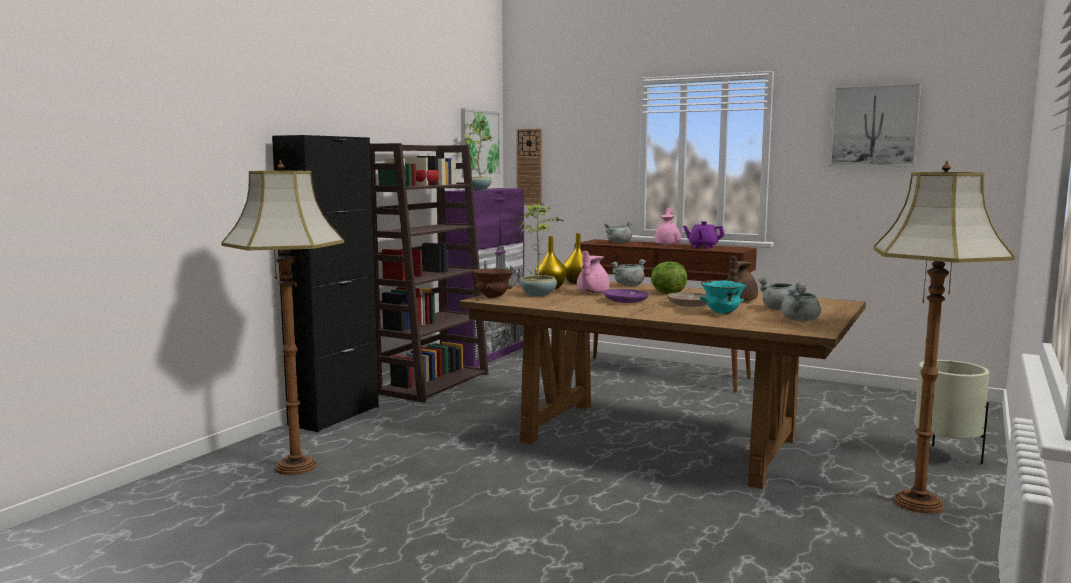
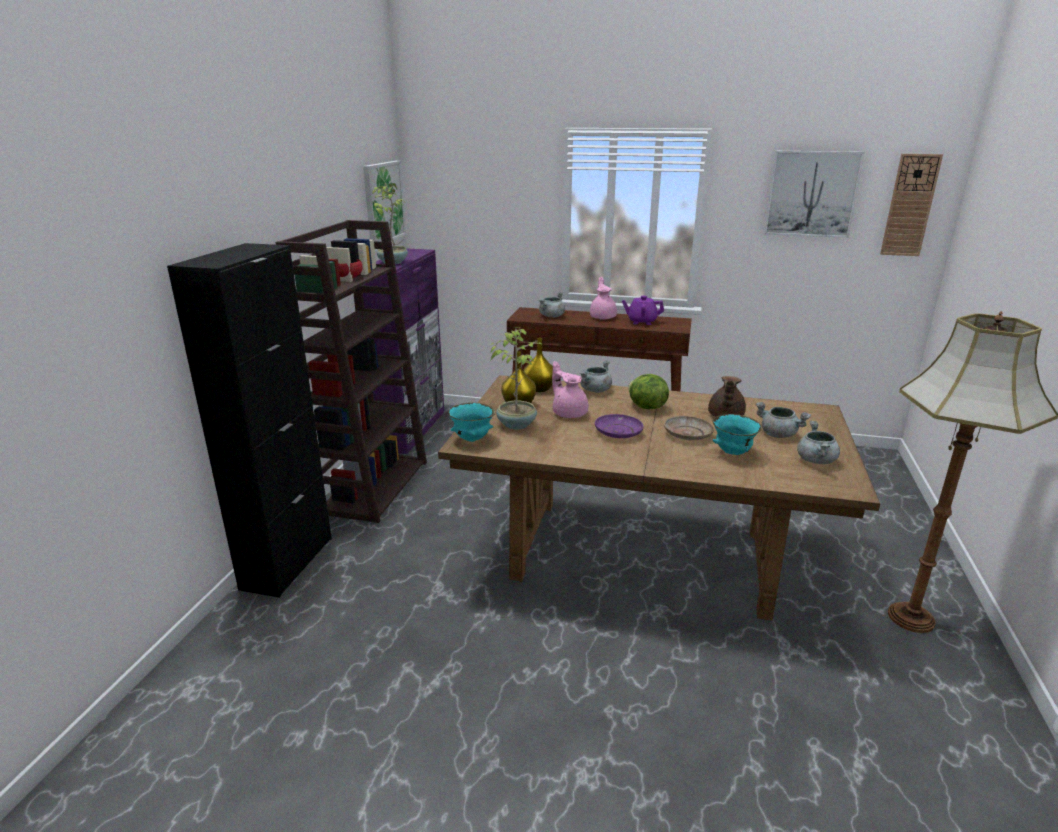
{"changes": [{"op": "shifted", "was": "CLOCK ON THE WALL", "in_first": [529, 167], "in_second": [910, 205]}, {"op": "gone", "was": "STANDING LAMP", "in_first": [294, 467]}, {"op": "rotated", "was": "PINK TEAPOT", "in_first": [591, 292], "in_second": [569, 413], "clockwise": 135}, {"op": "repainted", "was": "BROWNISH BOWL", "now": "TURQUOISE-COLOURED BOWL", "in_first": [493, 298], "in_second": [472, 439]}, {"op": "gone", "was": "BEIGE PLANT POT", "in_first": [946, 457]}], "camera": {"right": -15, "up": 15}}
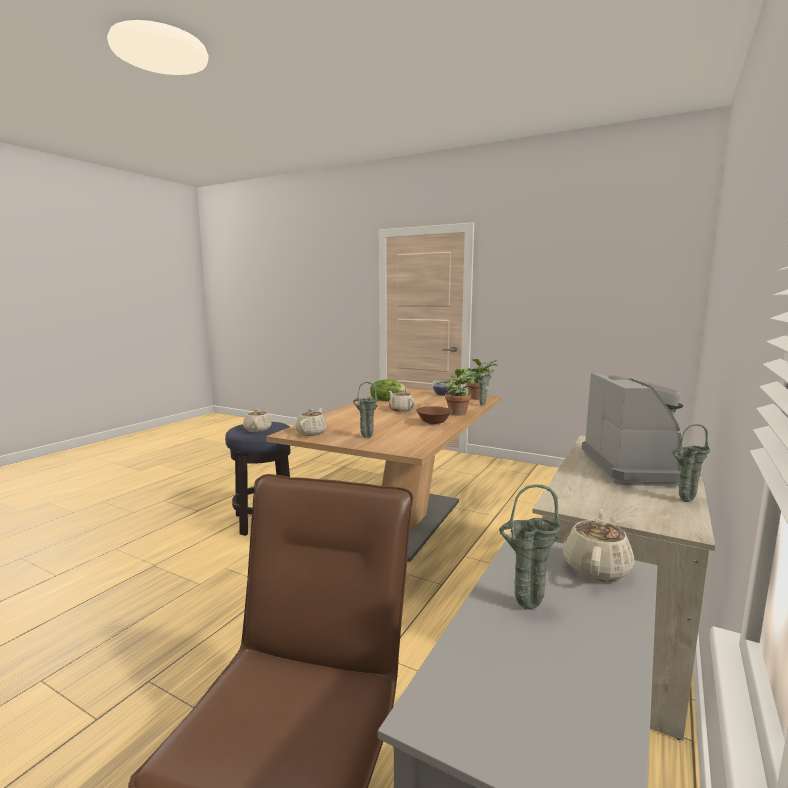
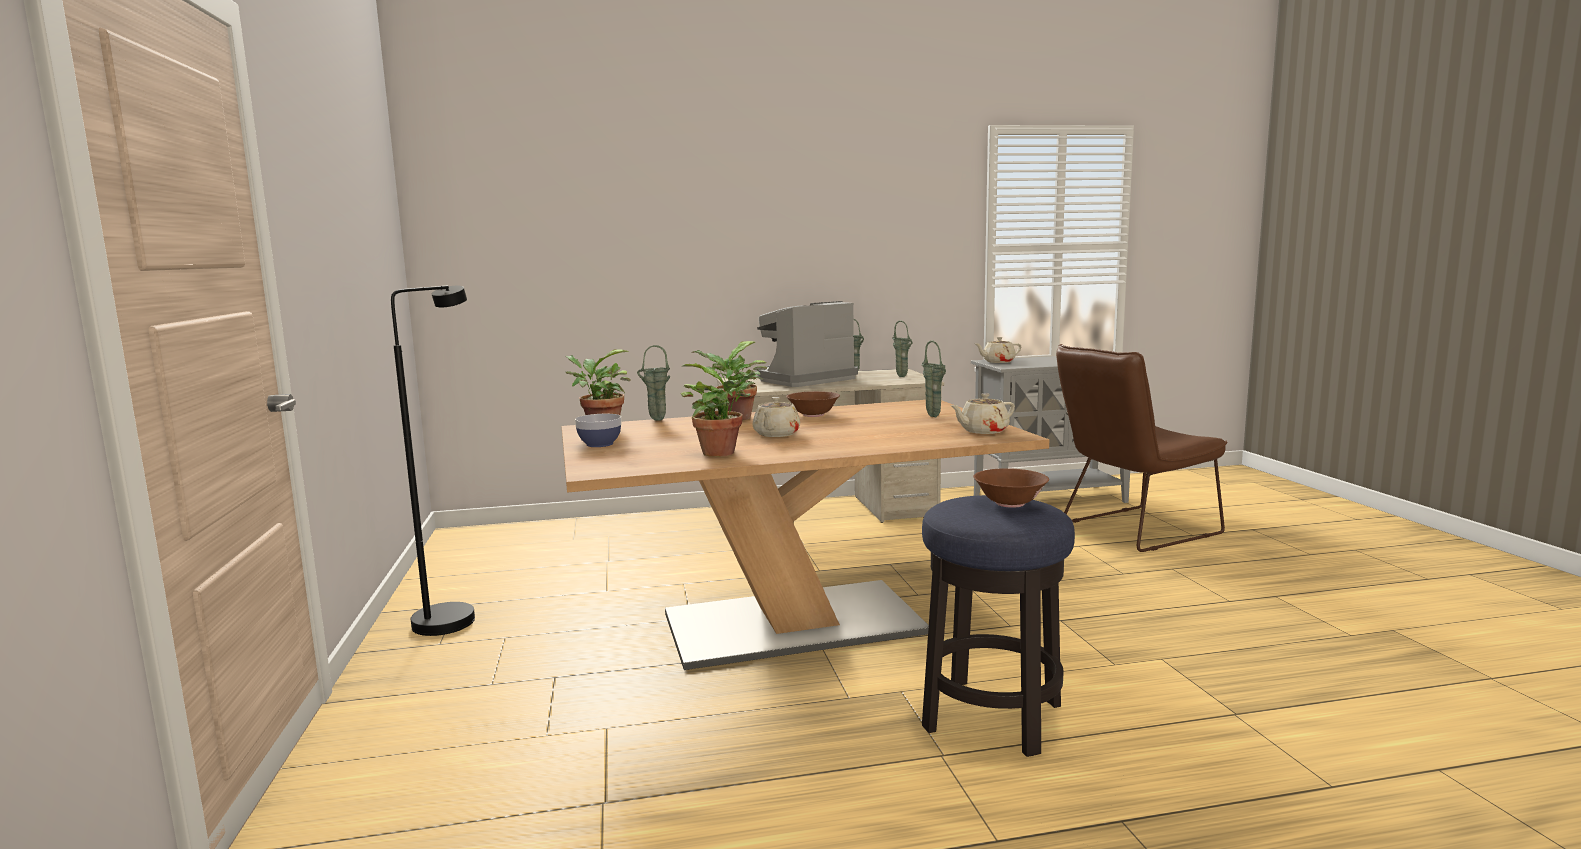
{"changes": [{"op": "swapped", "was": "HEAD OF LETTUCE", "now": "HOUSEPLANT", "in_first": [387, 400], "in_second": [723, 453]}, {"op": "swapped", "was": "BEIGE TEAPOT", "now": "BROWNISH BOWL", "in_first": [257, 429], "in_second": [1010, 503]}, {"op": "shifted", "was": "GREEN-COLOURED VASE", "in_first": [525, 608], "in_second": [903, 377]}, {"op": "new", "now": "BLACK-COLOURED STANDING LAMP", "in_second": [453, 616]}], "camera": {"right": -130, "up": 0}}
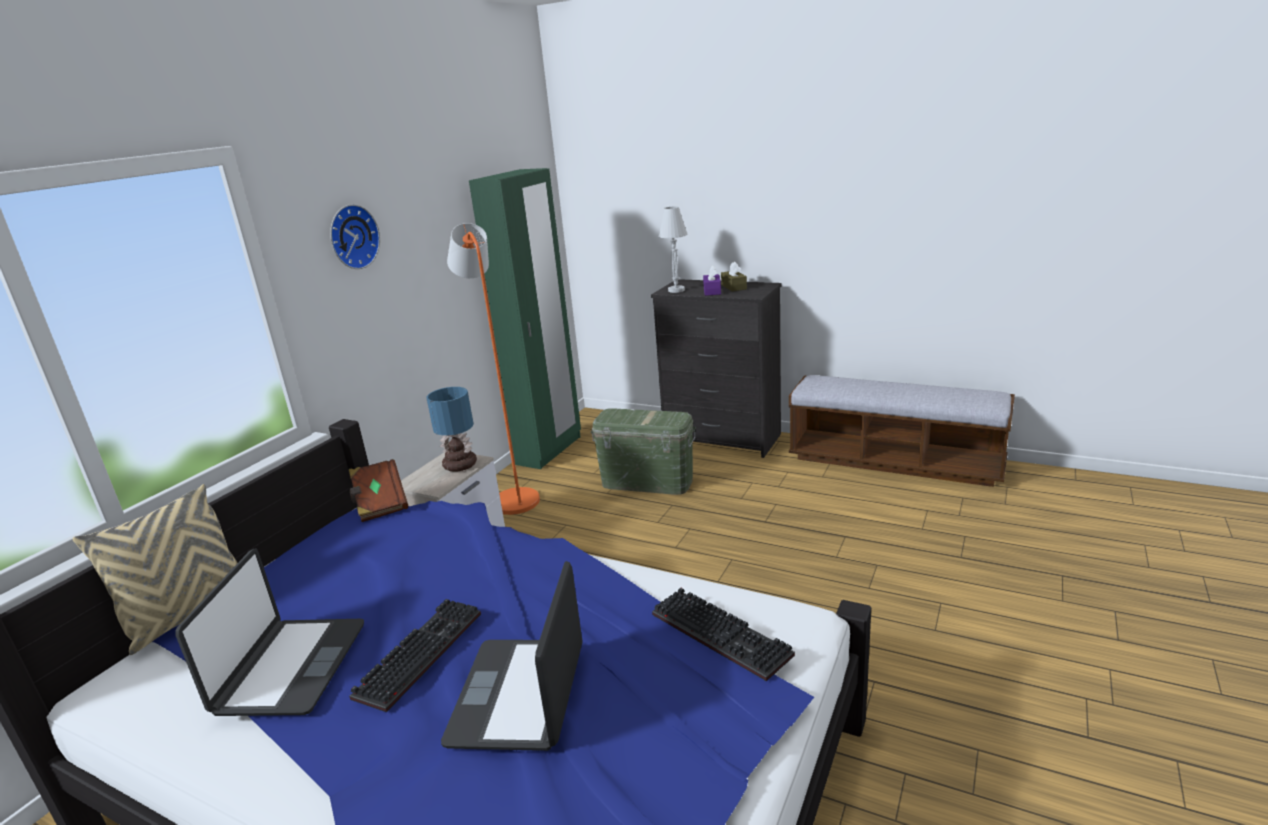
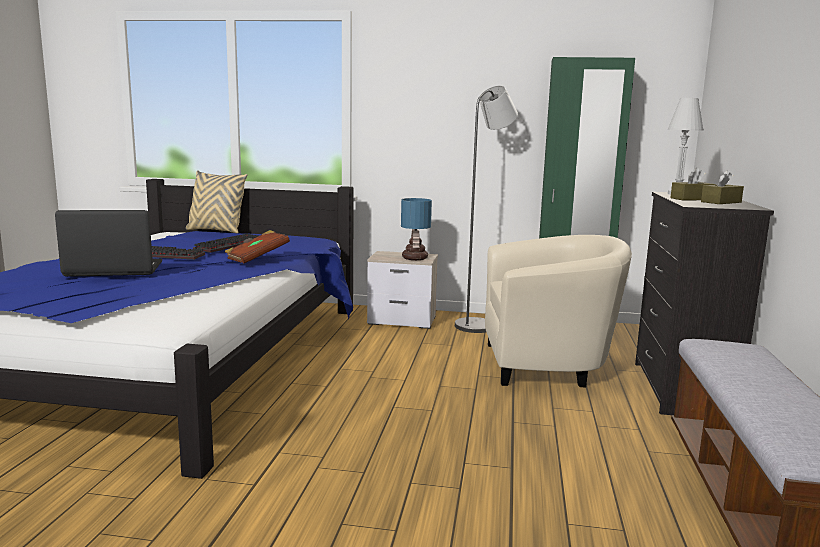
{"changes": [{"op": "gone", "was": "CLOCK ON THE WALL", "in_first": [352, 237]}, {"op": "repainted", "was": "ORANGEY STANDING LAMP", "now": "GRAY STANDING LAMP", "in_first": [513, 498], "in_second": [479, 324]}, {"op": "repainted", "was": "PURPLE-COLOURED TISSUE HOLDER", "now": "BROWNISH TISSUE HOLDER", "in_first": [712, 291], "in_second": [691, 199]}, {"op": "swapped", "was": "GREEN-COLOURED STORAGE BIN", "now": "BEIGE ARMCHAIR", "in_first": [647, 482], "in_second": [548, 365]}, {"op": "shifted", "was": "BROWNISH VOLUME", "in_first": [379, 503], "in_second": [257, 258]}, {"op": "gone", "was": "LAPTOP", "in_first": [290, 667]}, {"op": "shifted", "was": "PC KEYBOARD", "in_first": [724, 634], "in_second": [230, 246]}], "camera": {"right": 70, "up": -10}}
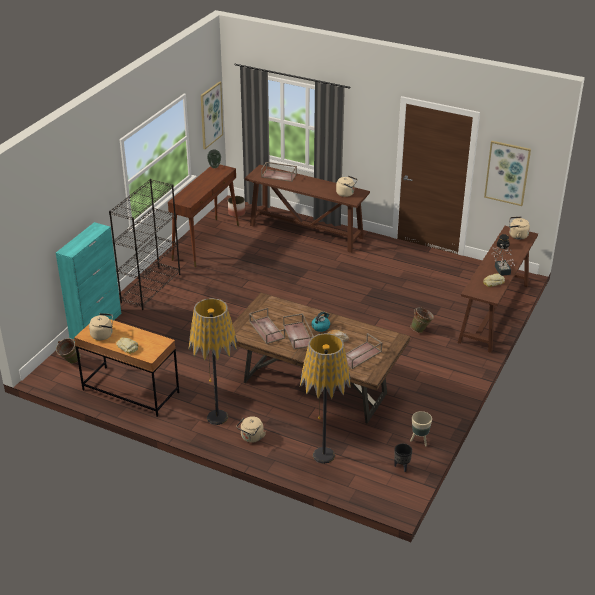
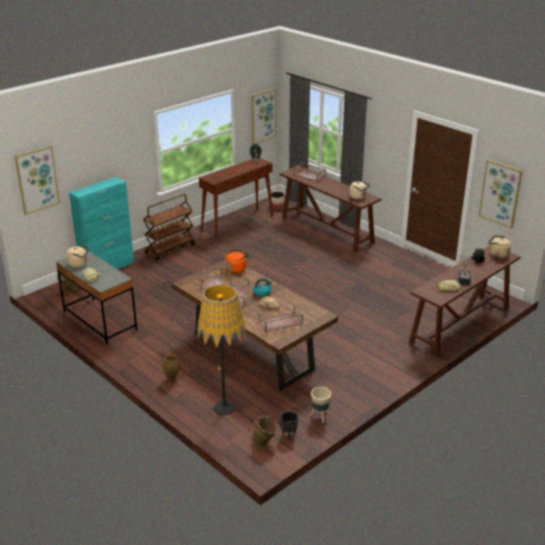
{"changes": [{"op": "swapped", "was": "BLACK-COLOURED BOOKSHELF", "now": "BROWNISH CART", "in_first": [151, 288], "in_second": [170, 248]}, {"op": "gone", "was": "STANDING LAMP", "in_first": [217, 417]}, {"op": "shifted", "was": "GREEN-COLOURED WATER BUCKET", "in_first": [421, 330], "in_second": [265, 443]}, {"op": "repainted", "was": "BROWNISH DESK UNIT", "now": "GRAY DESK UNIT", "in_first": [130, 391], "in_second": [100, 321]}, {"op": "swapped", "was": "BEIGE KETTLE", "now": "BROWNISH VASE", "in_first": [251, 438], "in_second": [171, 379]}, {"op": "new", "now": "WALL ART", "in_second": [37, 179]}, {"op": "new", "now": "ORANGEY KETTLE", "in_second": [237, 269]}], "camera": {"right": 20, "up": -5}}
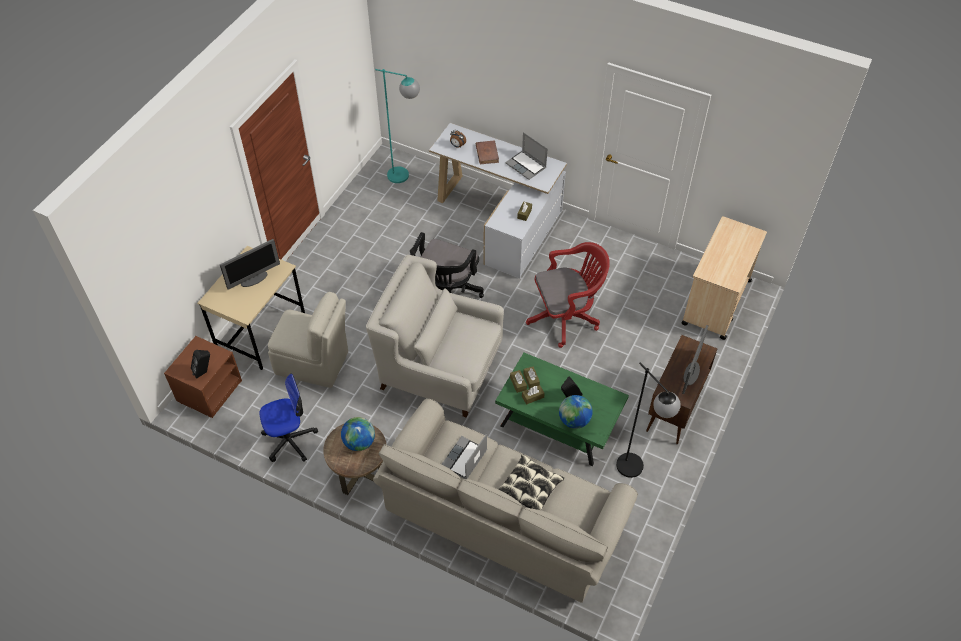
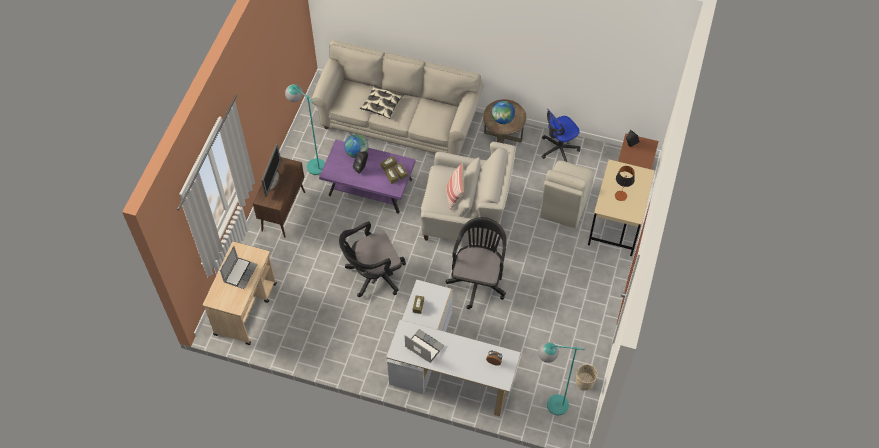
{"changes": [{"op": "gone", "was": "BROWNISH VOLUME", "in_first": [487, 153]}, {"op": "swapped", "was": "COMPUTER SCREEN", "now": "LAMP FOR A TABLE", "in_first": [254, 279], "in_second": [621, 195]}, {"op": "repainted", "was": "REDDISH DESK CHAIR", "now": "BLACK-COLOURED DESK CHAIR", "in_first": [566, 317], "in_second": [373, 275]}, {"op": "rotated", "was": "BEIGE UPRIGHT CHAIR", "in_first": [313, 363], "in_second": [564, 206], "clockwise": -75}, {"op": "repainted", "was": "GREEN-COLOURED COFFEE TABLE", "now": "PURPLE-COLOURED COFFEE TABLE", "in_first": [558, 424], "in_second": [370, 188]}, {"op": "repainted", "was": "BLACK-COLOURED STANDING LAMP", "now": "TURQUOISE-COLOURED STANDING LAMP", "in_first": [636, 472], "in_second": [311, 163]}, {"op": "shifted", "was": "LAPTOP", "in_first": [464, 459], "in_second": [240, 273]}, {"op": "new", "now": "CUSHION", "in_second": [454, 195]}, {"op": "new", "now": "BEIGE PLANT POT", "in_second": [584, 382]}], "camera": {"right": 170, "up": 5}}
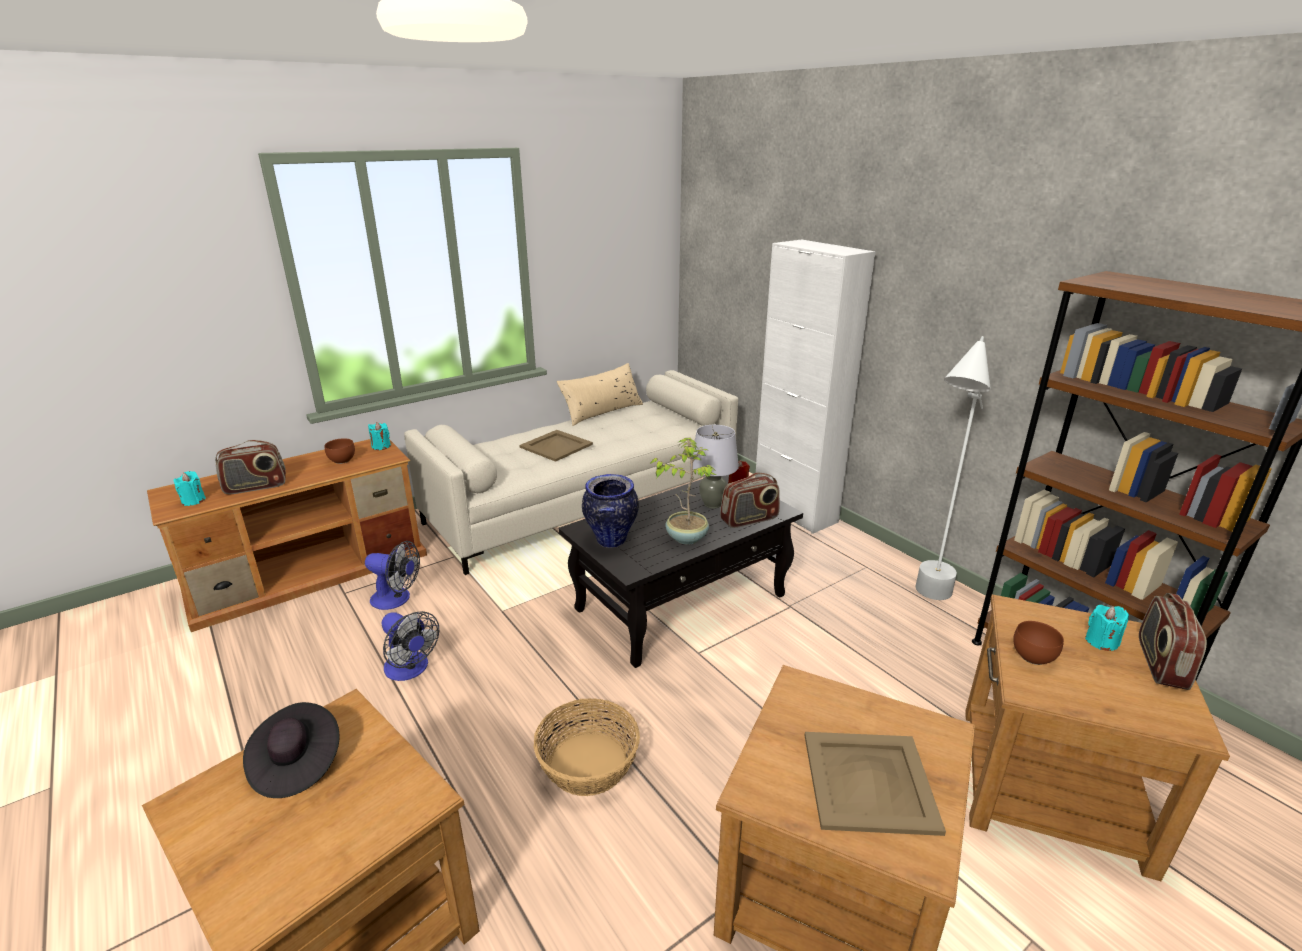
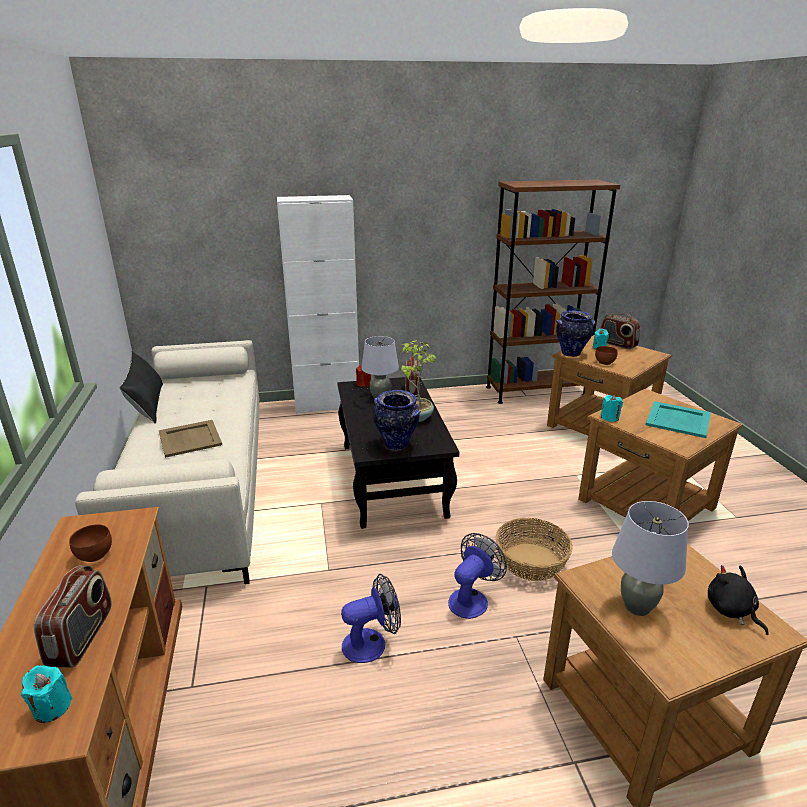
{"changes": [{"op": "gone", "was": "WHITISH STANDING LAMP", "in_first": [926, 604]}, {"op": "repainted", "was": "BEIGE CUSHION", "now": "BLACK-COLOURED CUSHION", "in_first": [602, 411], "in_second": [147, 404]}, {"op": "shifted", "was": "TURQUOISE-COLOURED WAX LIGHT", "in_first": [381, 446], "in_second": [609, 418]}, {"op": "shifted", "was": "ELECTRIC FAN", "in_first": [397, 599], "in_second": [472, 598]}, {"op": "swapped", "was": "BLACK-COLOURED WEARABLE HAT", "now": "GRAY LAMP FOR A TABLE", "in_first": [296, 764], "in_second": [637, 606]}, {"op": "repainted", "was": "BEIGE SERVING TRAY", "now": "TURQUOISE-COLOURED SERVING TRAY", "in_first": [870, 781], "in_second": [677, 419]}, {"op": "new", "now": "VASE", "in_second": [571, 353]}, {"op": "new", "now": "BLACK-COLOURED CUDDLY TOY", "in_second": [731, 611]}], "camera": {"right": -65, "up": 0}}
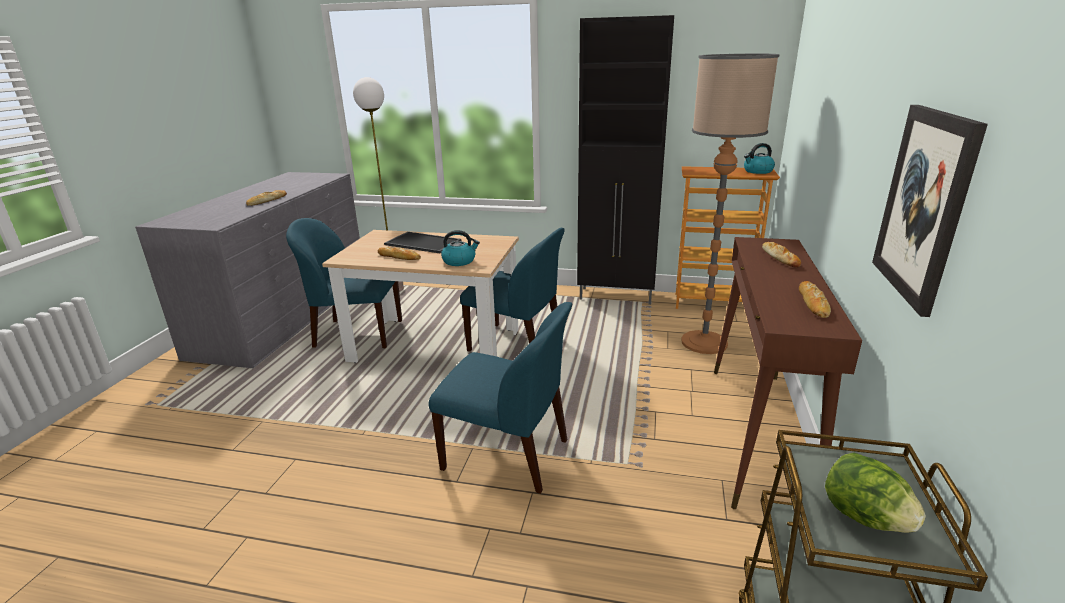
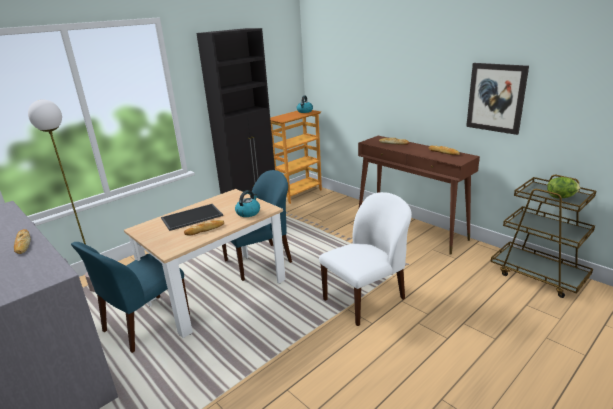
{"changes": [{"op": "gone", "was": "STANDING LAMP", "in_first": [704, 342]}, {"op": "repainted", "was": "BLUE UPRIGHT CHAIR", "now": "WHITISH UPRIGHT CHAIR", "in_first": [508, 455], "in_second": [365, 298]}], "camera": {"right": -55, "up": 0}}
